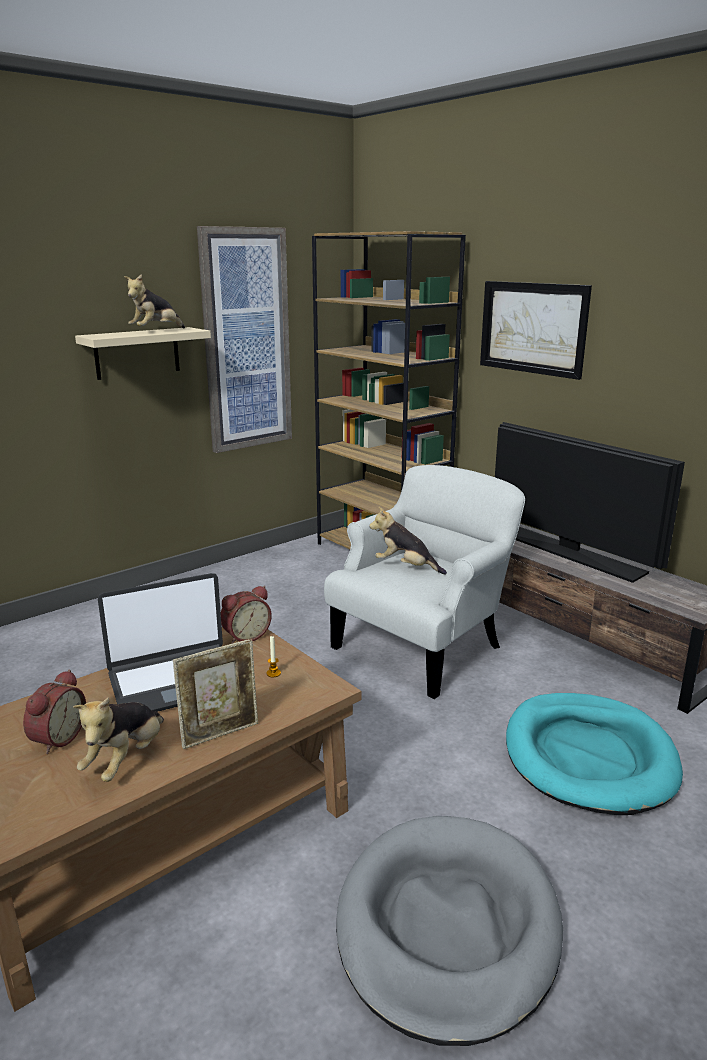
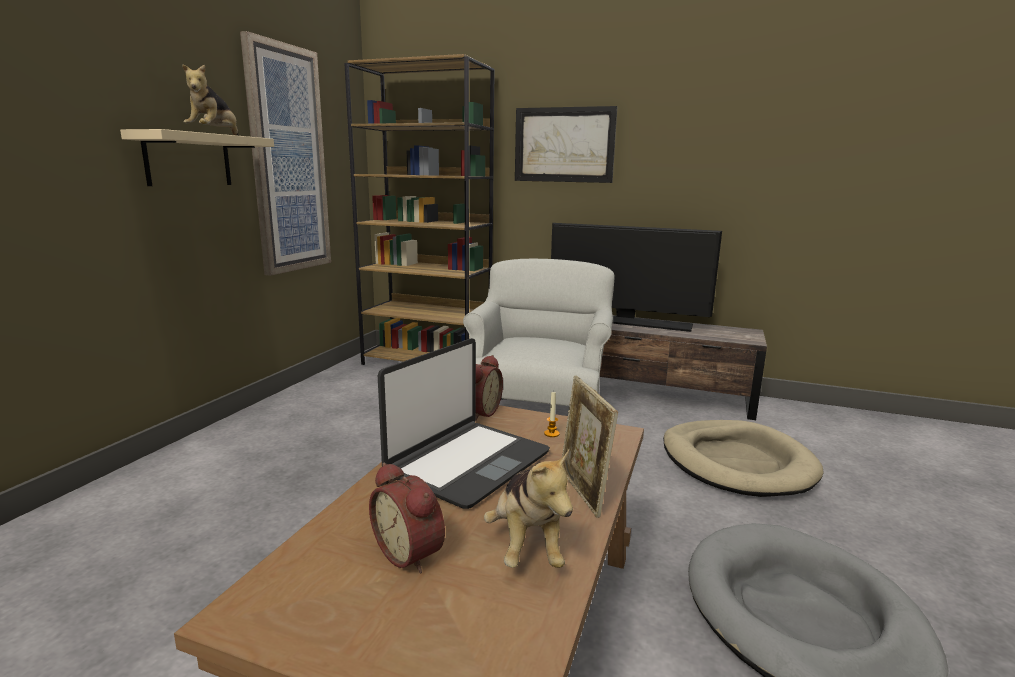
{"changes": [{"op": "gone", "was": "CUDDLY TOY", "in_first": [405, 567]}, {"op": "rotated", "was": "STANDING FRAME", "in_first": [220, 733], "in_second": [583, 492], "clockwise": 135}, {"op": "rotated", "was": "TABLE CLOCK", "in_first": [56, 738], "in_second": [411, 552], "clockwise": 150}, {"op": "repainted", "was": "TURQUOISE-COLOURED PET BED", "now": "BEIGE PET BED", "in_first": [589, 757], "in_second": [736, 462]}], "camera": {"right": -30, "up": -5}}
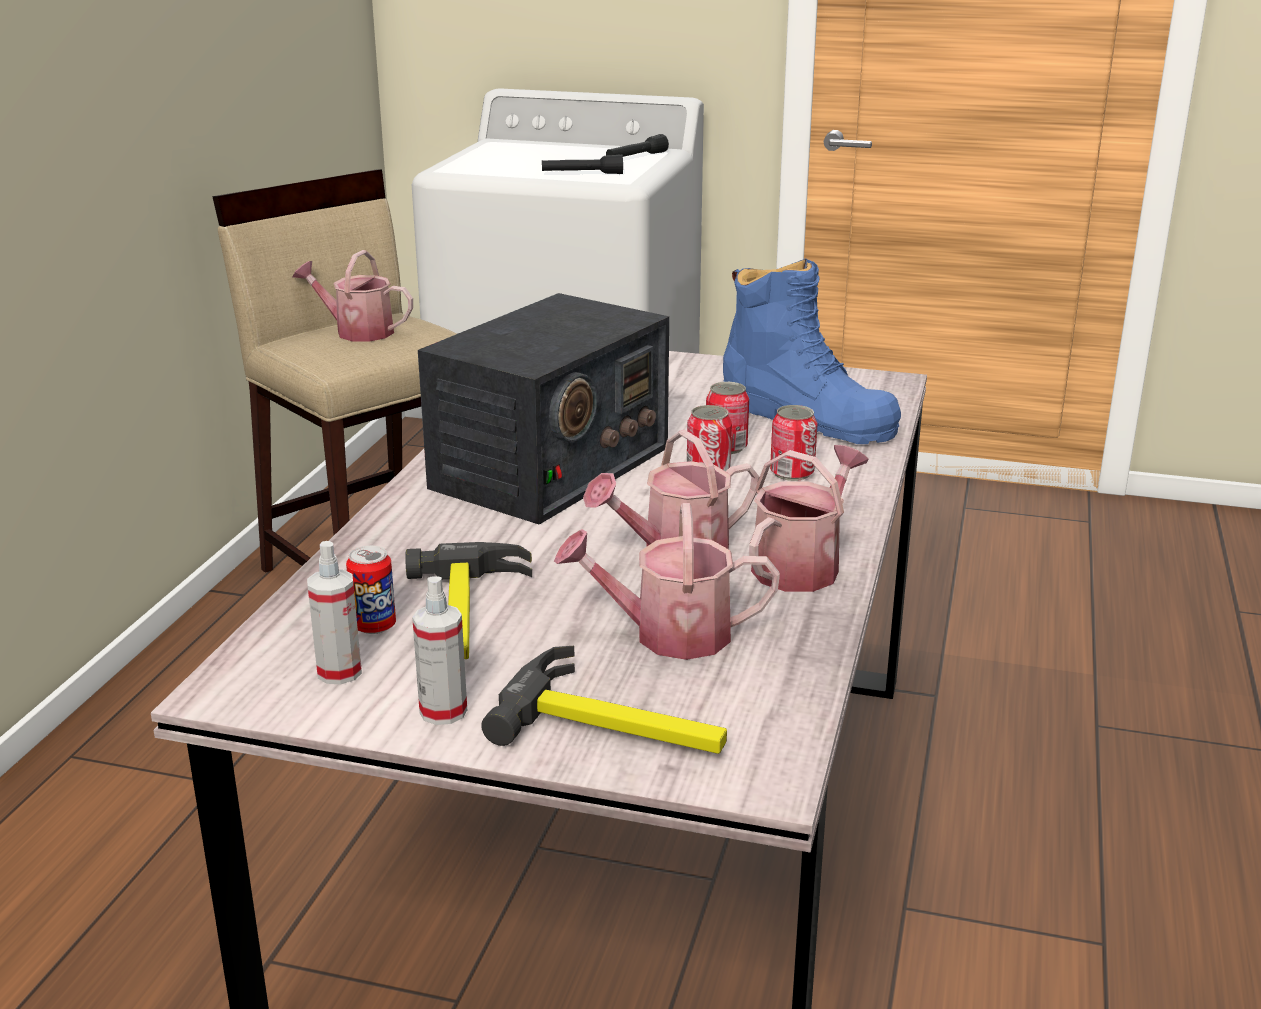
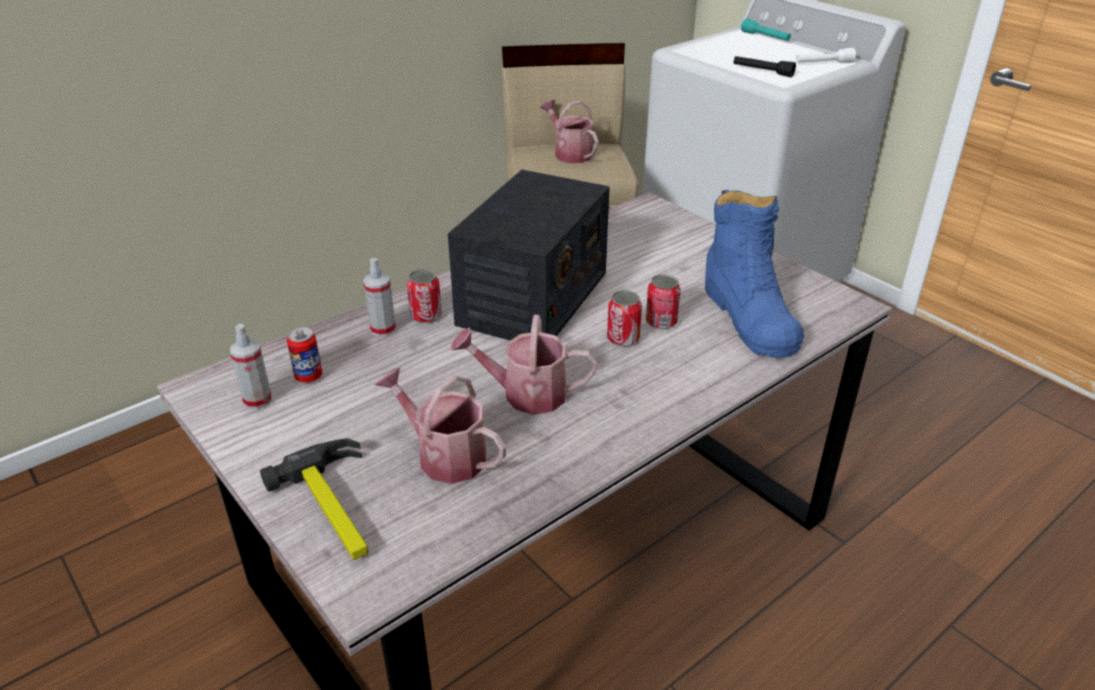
{"changes": [{"op": "repainted", "was": "BLACK-COLOURED TORCH", "now": "WHITISH TORCH", "in_first": [636, 157], "in_second": [823, 63]}, {"op": "rotated", "was": "RADIO RECEIVER", "in_first": [550, 468], "in_second": [533, 299], "clockwise": -45}, {"op": "shifted", "was": "CAN", "in_first": [792, 473], "in_second": [426, 316]}, {"op": "gone", "was": "SPRINKLING CAN", "in_first": [802, 565]}, {"op": "gone", "was": "HAMMER", "in_first": [469, 614]}, {"op": "shifted", "was": "SPRAY BOTTLE", "in_first": [443, 711], "in_second": [383, 329]}, {"op": "new", "now": "TURQUOISE-COLOURED TORCH", "in_second": [765, 37]}], "camera": {"right": 35, "up": 10}}
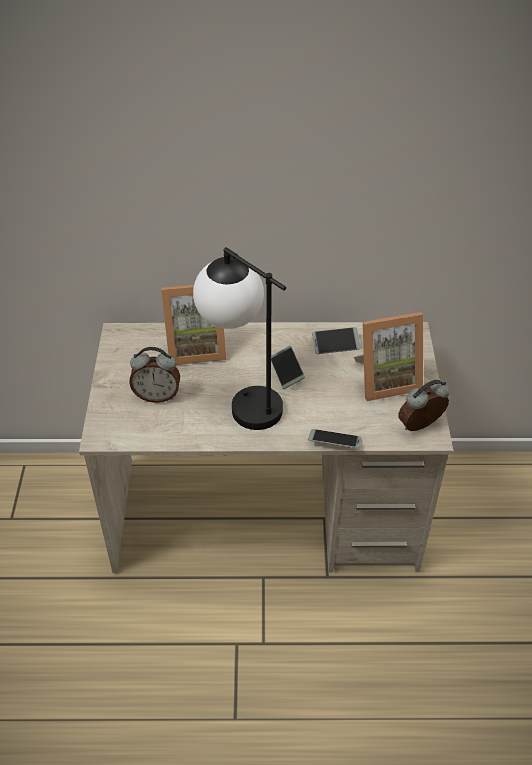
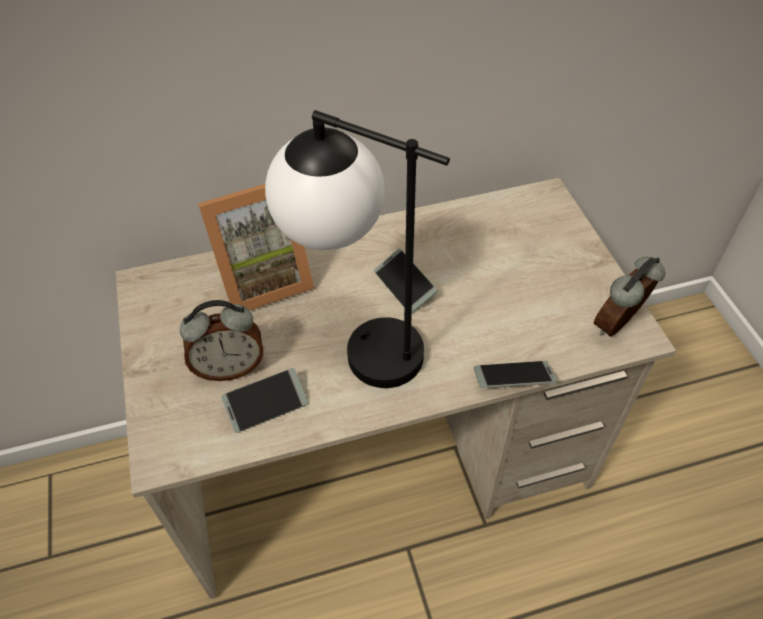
{"changes": [{"op": "gone", "was": "STANDING FRAME", "in_first": [386, 379]}, {"op": "shifted", "was": "PHONE", "in_first": [336, 344], "in_second": [266, 404]}], "camera": {"right": -15, "up": 5}}
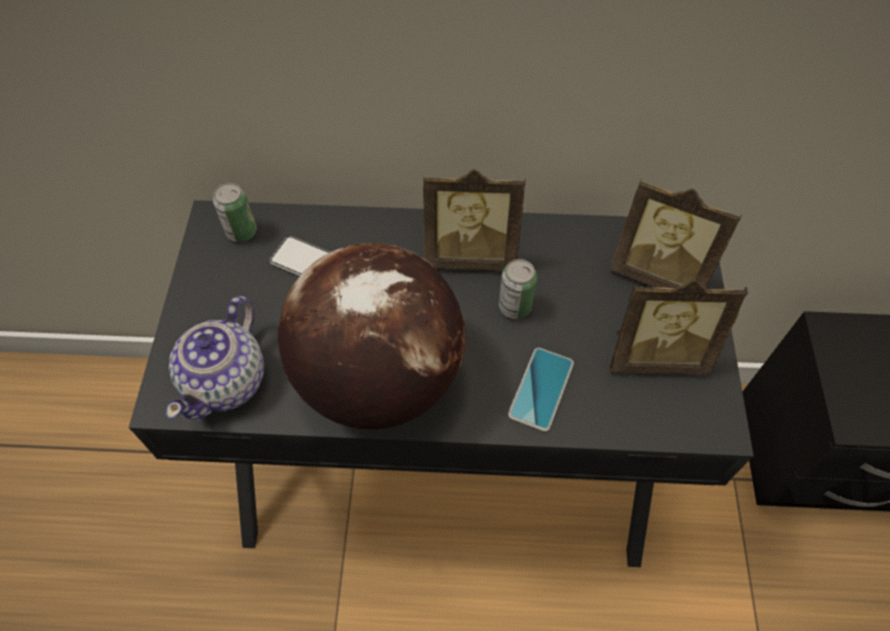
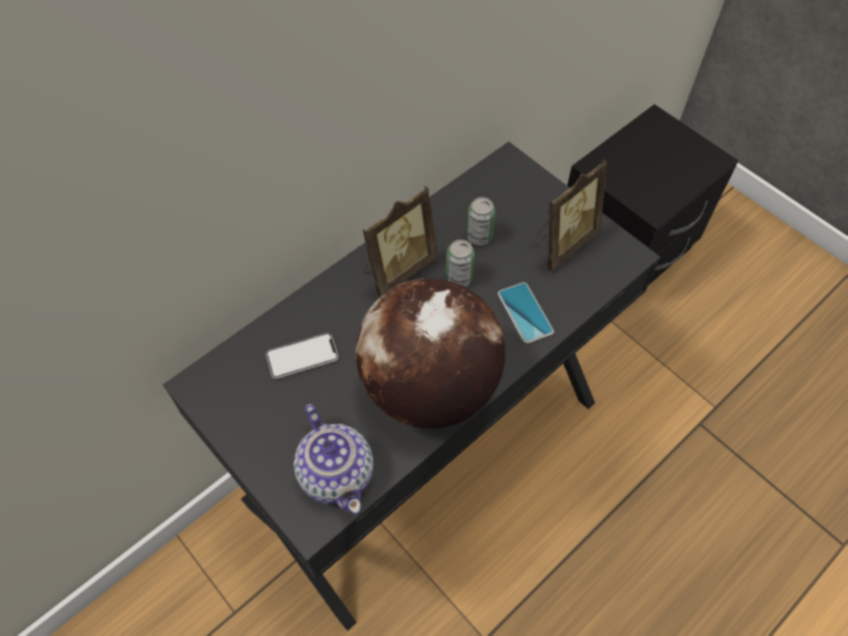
{"changes": [{"op": "gone", "was": "STANDING FRAME", "in_first": [658, 273]}, {"op": "shifted", "was": "CAN", "in_first": [241, 231], "in_second": [479, 237]}], "camera": {"right": -45, "up": 0}}
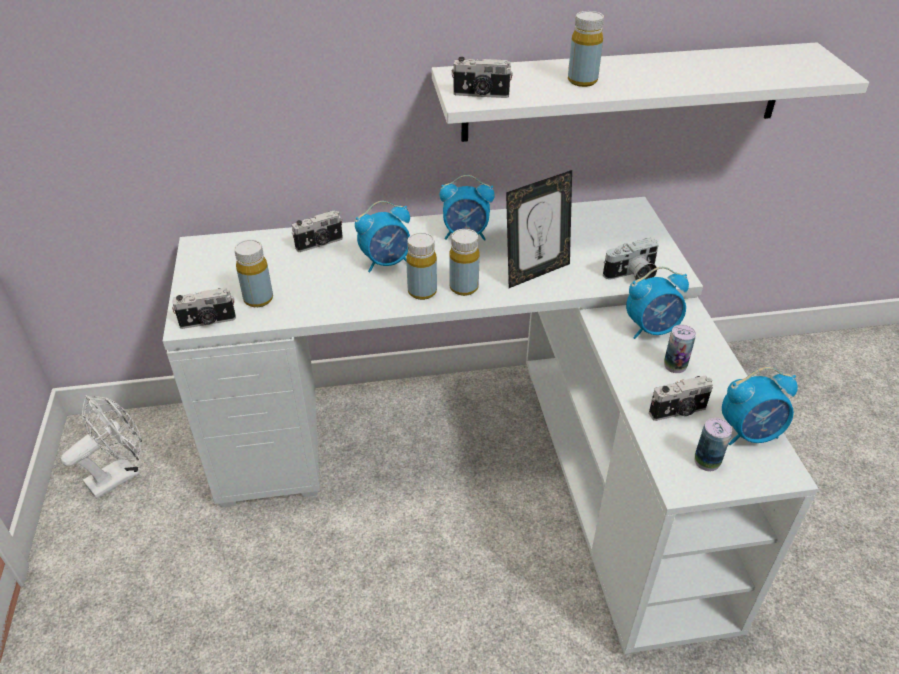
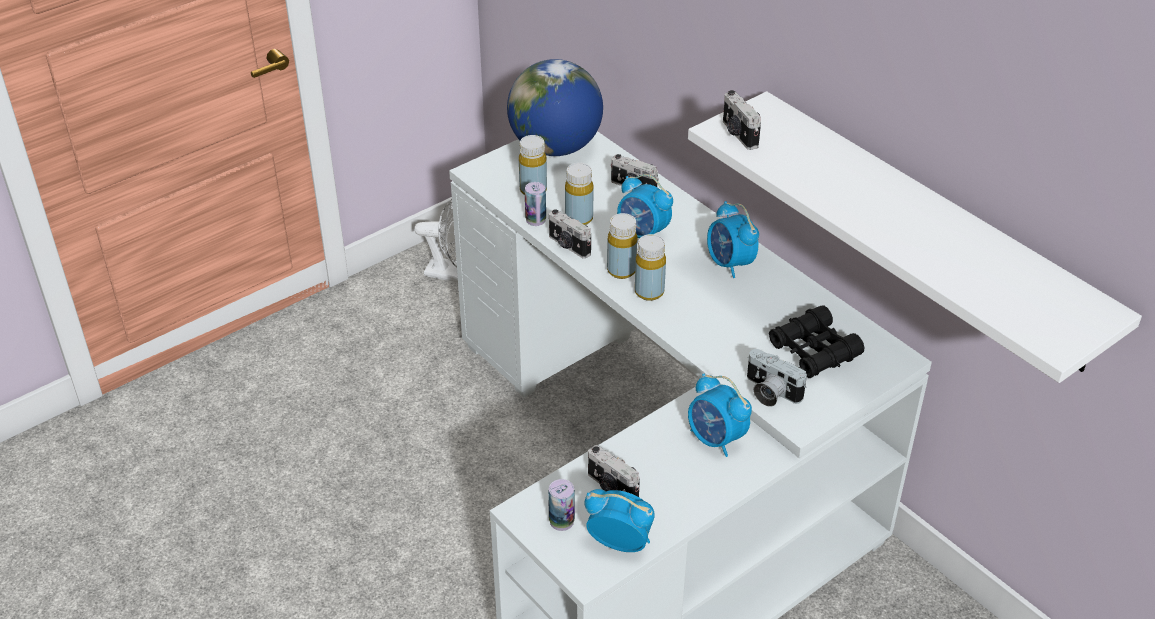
{"changes": [{"op": "shifted", "was": "YELLOW-COLOURED BOTTLE", "in_first": [582, 81], "in_second": [579, 218]}, {"op": "gone", "was": "STANDING FRAME", "in_first": [536, 272]}, {"op": "shifted", "was": "PHOTO CAMERA", "in_first": [208, 322], "in_second": [568, 246]}, {"op": "shifted", "was": "CAN", "in_first": [675, 365], "in_second": [535, 220]}, {"op": "rotated", "was": "TABLE CLOCK", "in_first": [750, 433], "in_second": [620, 543], "clockwise": 150}, {"op": "new", "now": "DESK GLOBE", "in_second": [555, 147]}, {"op": "new", "now": "BLACK-COLOURED FIELD GLASSES", "in_second": [814, 351]}], "camera": {"right": 60, "up": 0}}
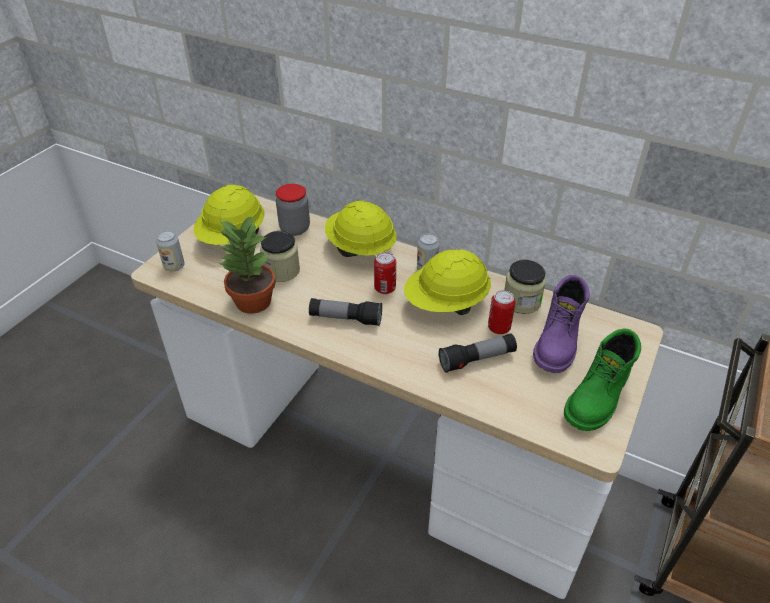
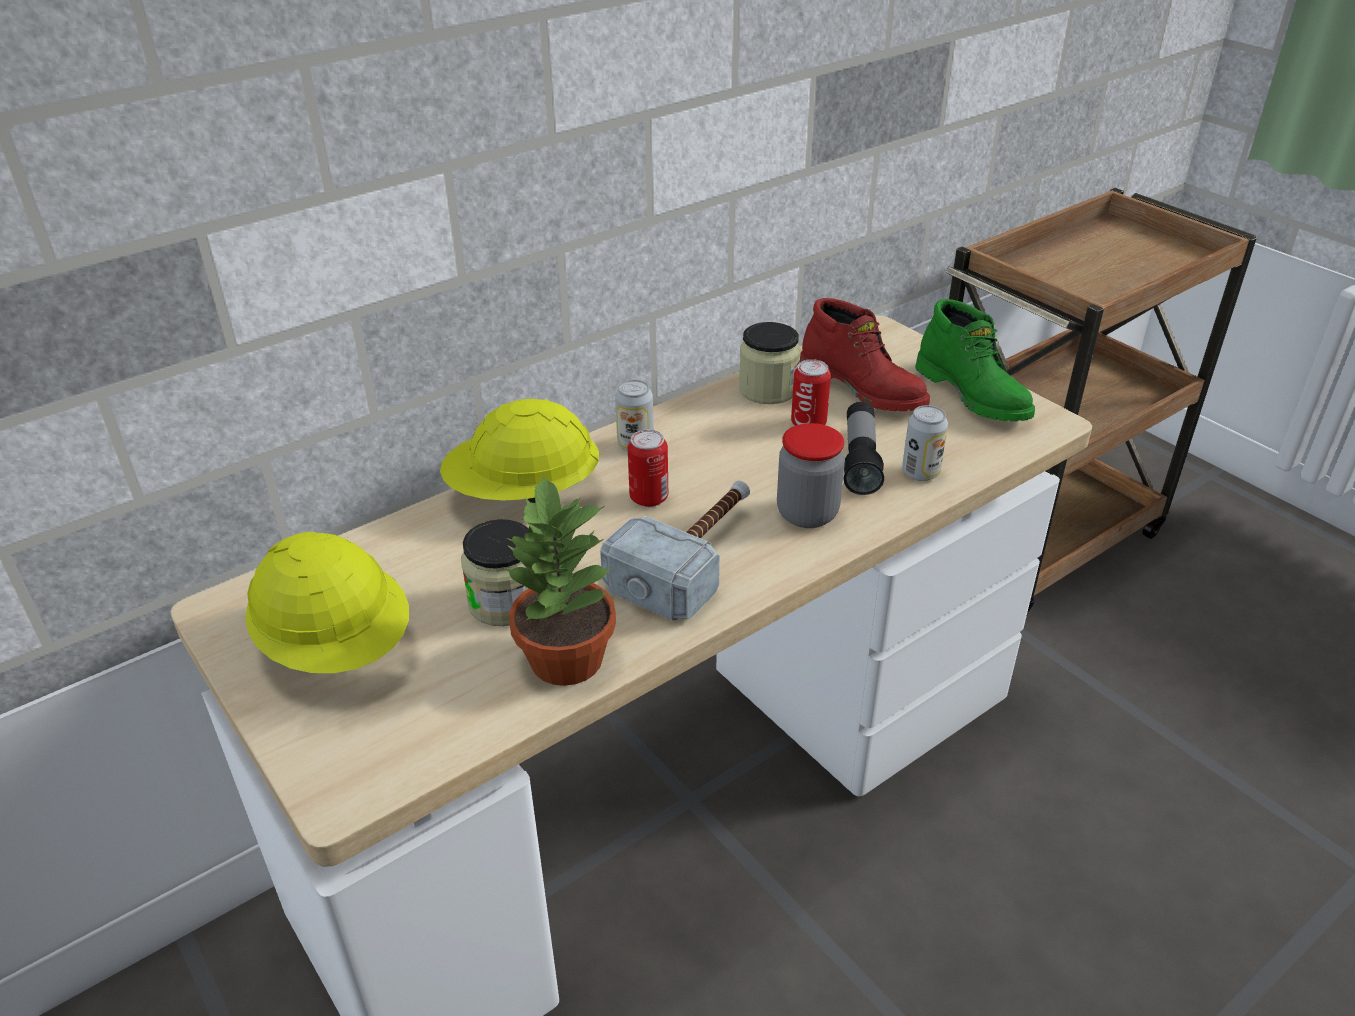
{"changes": [{"op": "shifted", "was": "STORAGE JAR", "in_first": [295, 229], "in_second": [807, 514]}, {"op": "shifted", "was": "CAN", "in_first": [174, 266], "in_second": [920, 472]}, {"op": "gone", "was": "YELLOW-COLOURED HARD HAT", "in_first": [446, 304]}, {"op": "repainted", "was": "PURPLE-COLOURED TALL BOOT", "now": "REDDISH TALL BOOT", "in_first": [558, 342], "in_second": [864, 388]}, {"op": "swapped", "was": "TORCH", "now": "HAMMER", "in_first": [345, 319], "in_second": [693, 558]}], "camera": {"right": -65, "up": -5}}
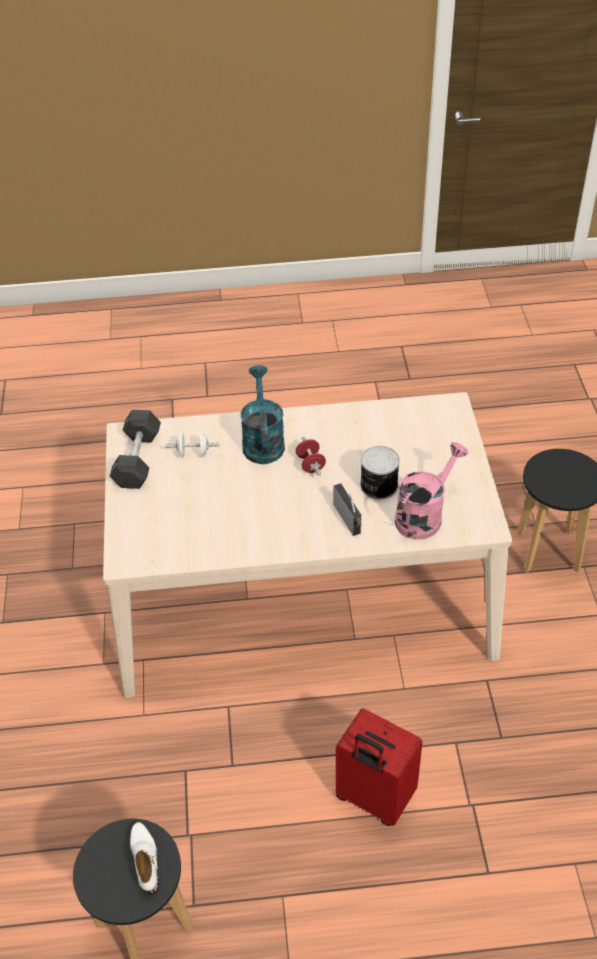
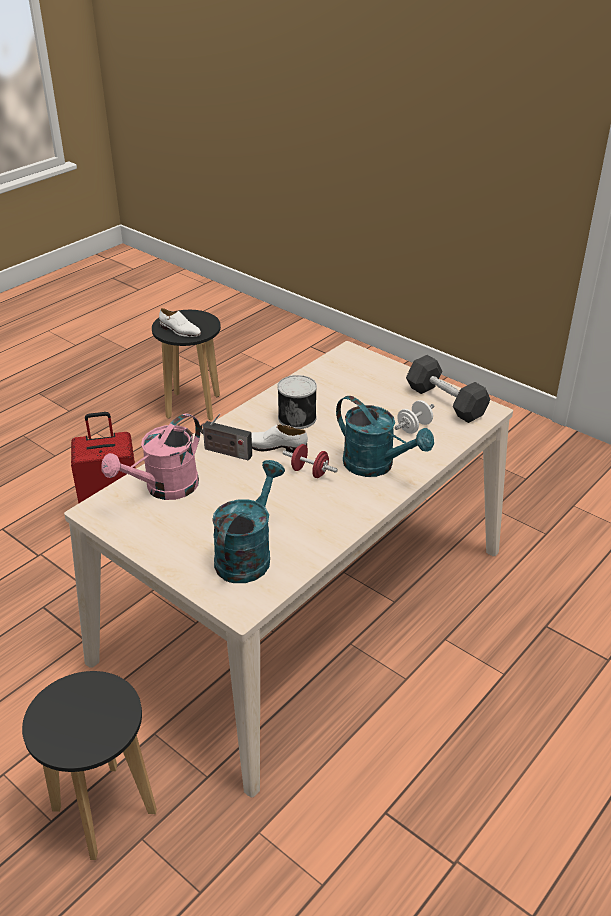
{"changes": [{"op": "rotated", "was": "PINK SPRINKLING CAN", "in_first": [424, 515], "in_second": [164, 489], "clockwise": 45}, {"op": "shifted", "was": "CAN", "in_first": [378, 486], "in_second": [297, 417]}, {"op": "new", "now": "WHITISH SHOE", "in_second": [274, 447]}, {"op": "new", "now": "TURQUOISE-COLOURED SPRINKLING CAN", "in_second": [247, 554]}], "camera": {"right": 135, "up": -10}}
